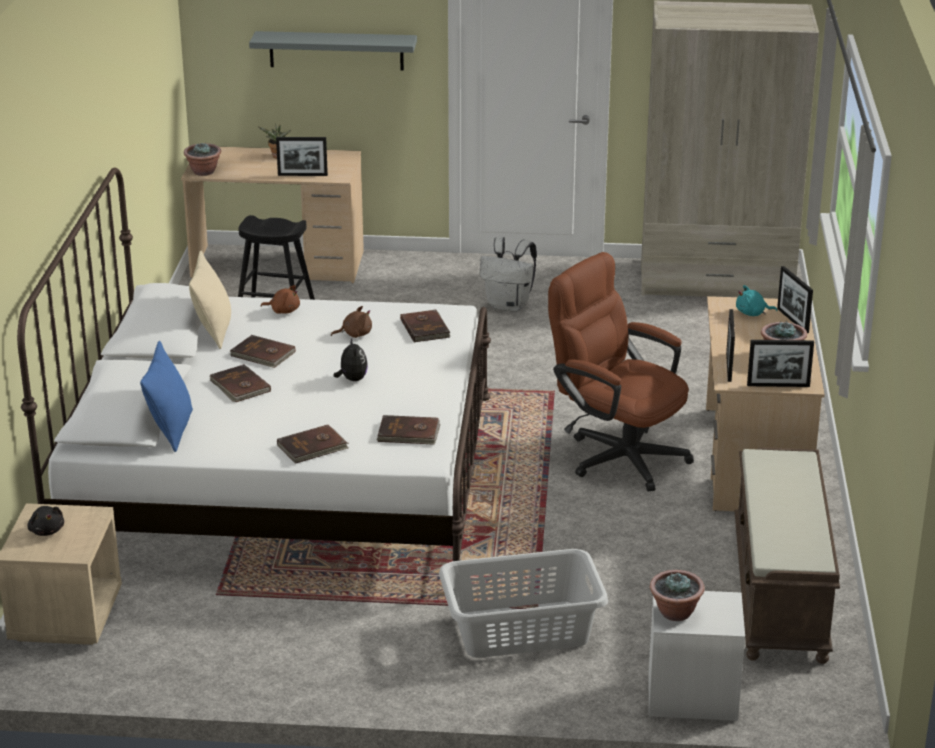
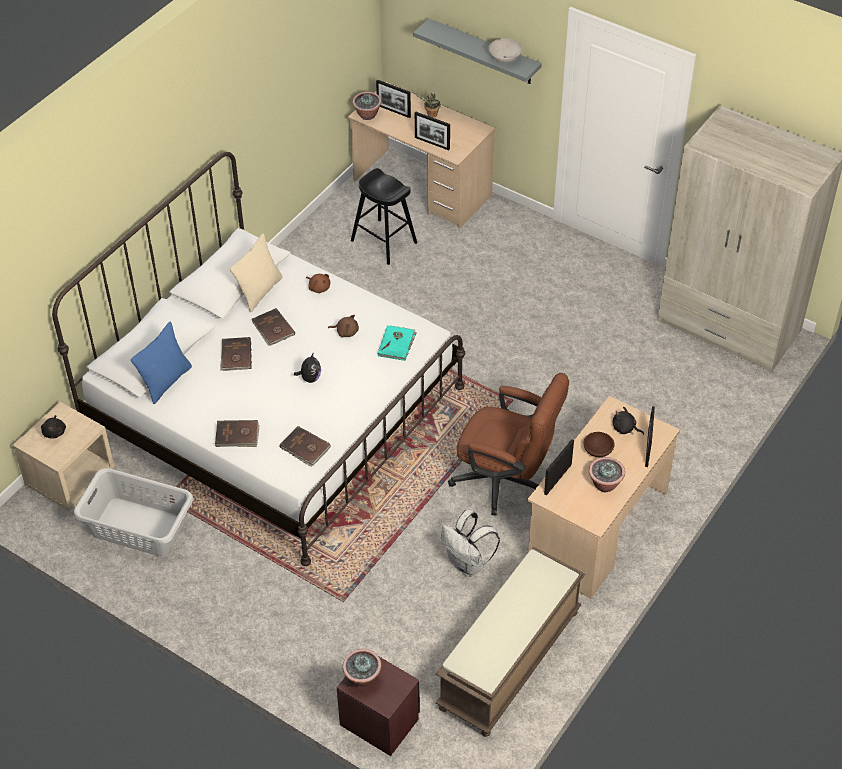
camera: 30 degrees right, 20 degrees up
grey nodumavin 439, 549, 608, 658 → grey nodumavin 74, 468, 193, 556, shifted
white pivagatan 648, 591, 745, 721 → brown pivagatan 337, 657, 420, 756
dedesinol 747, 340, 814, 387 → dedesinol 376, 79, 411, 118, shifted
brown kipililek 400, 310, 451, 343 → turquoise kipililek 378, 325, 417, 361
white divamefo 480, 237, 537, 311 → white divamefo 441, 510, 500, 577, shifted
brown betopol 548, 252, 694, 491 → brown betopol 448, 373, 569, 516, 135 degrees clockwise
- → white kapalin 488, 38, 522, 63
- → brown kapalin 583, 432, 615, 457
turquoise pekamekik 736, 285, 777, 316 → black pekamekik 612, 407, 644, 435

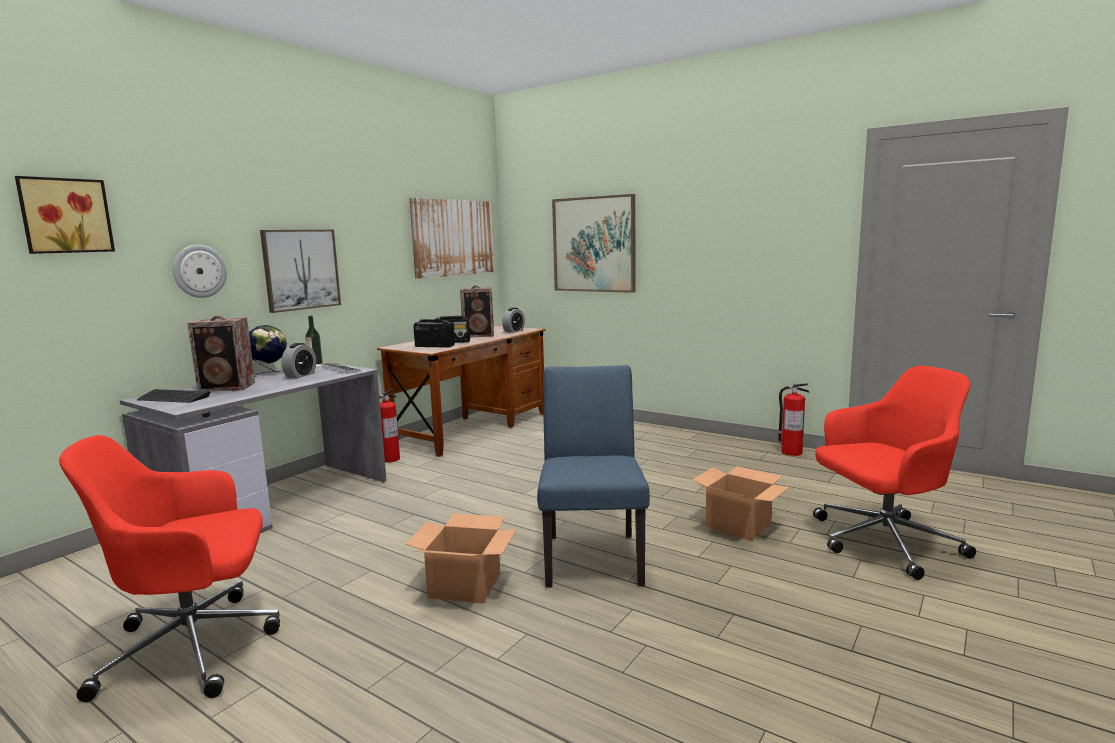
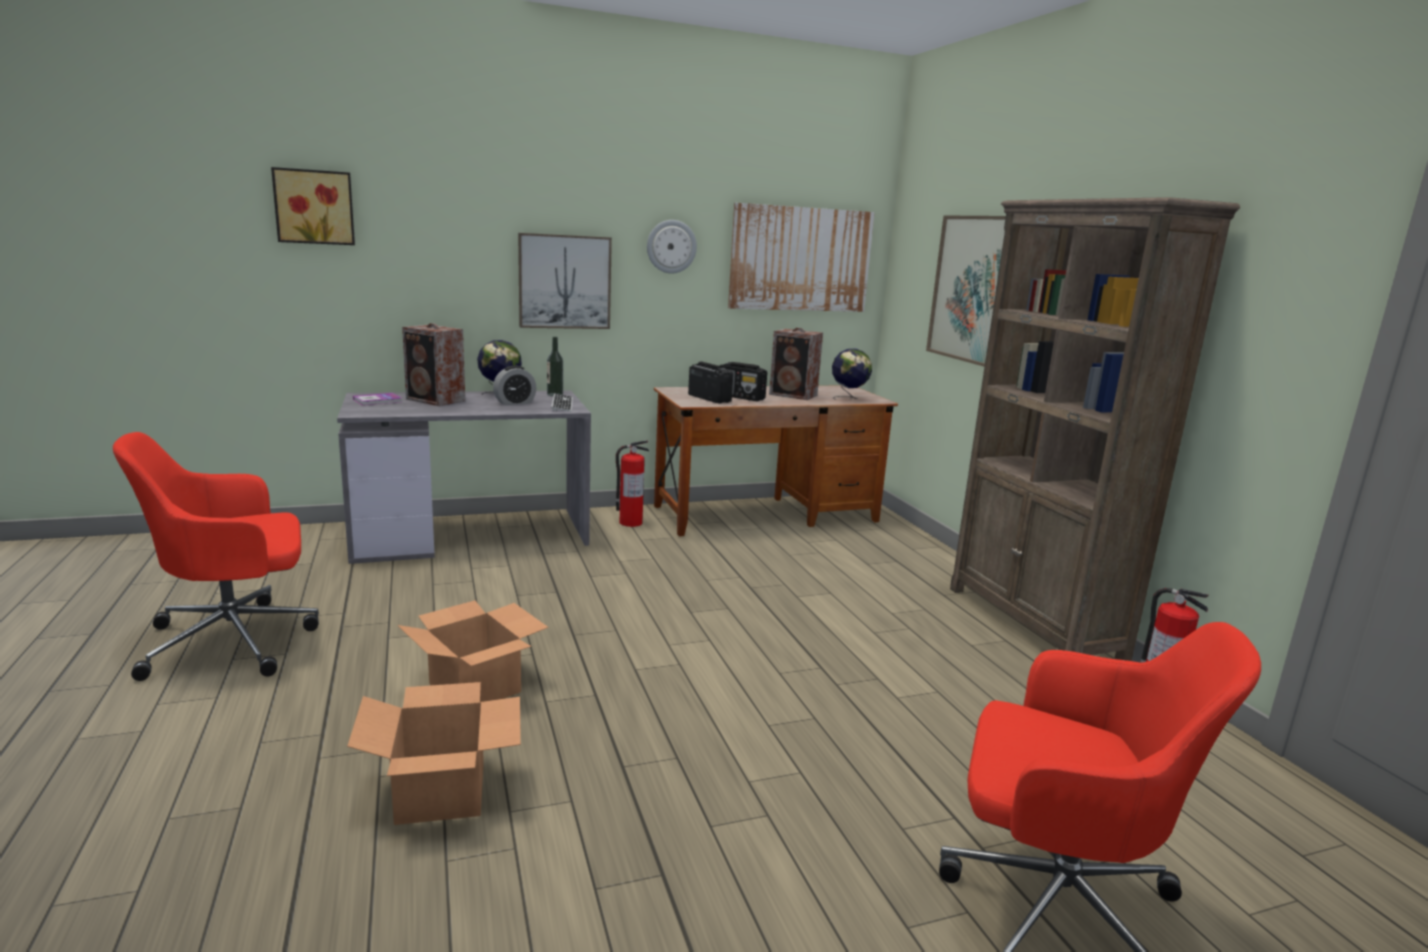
camera: 35 degrees right, 5 degrees up
red betopol 59, 435, 280, 702 → red betopol 113, 432, 319, 681, 45 degrees counterclockwise
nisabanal 693, 466, 789, 541 → nisabanal 347, 682, 521, 825, shifted
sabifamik 137, 389, 210, 403 → kipililek 353, 393, 402, 405
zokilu 173, 245, 227, 298 → zokilu 647, 220, 697, 273, shifted
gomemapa 502, 308, 525, 333 → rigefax 832, 348, 872, 400
- → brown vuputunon 950, 197, 1240, 661
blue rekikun 537, 365, 650, 588 → -

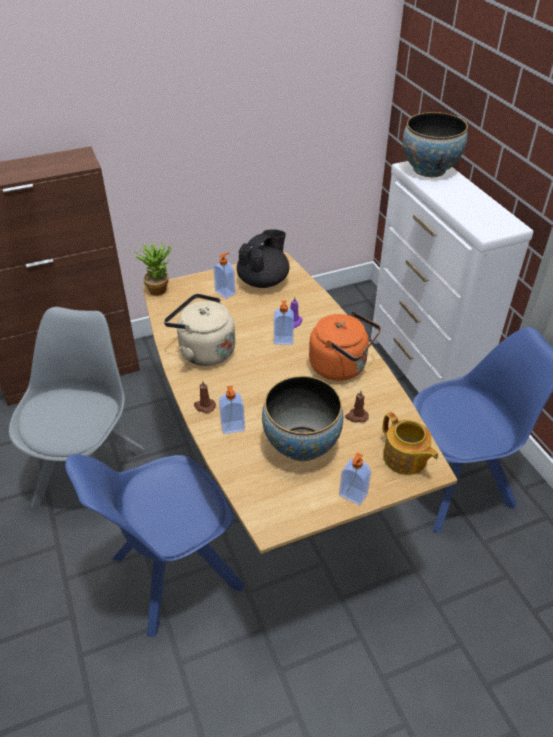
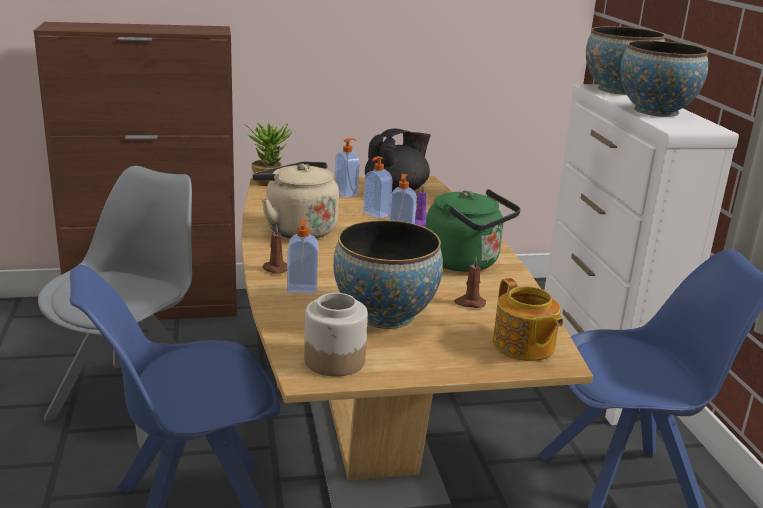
camera: 10 degrees right, 20 degrees down
- → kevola 304, 293, 368, 377
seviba 339, 453, 371, 505 → seviba 363, 156, 393, 219, shifted
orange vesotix 309, 312, 381, 381 → green vesotix 426, 189, 521, 272
- → kapalin 620, 41, 709, 117

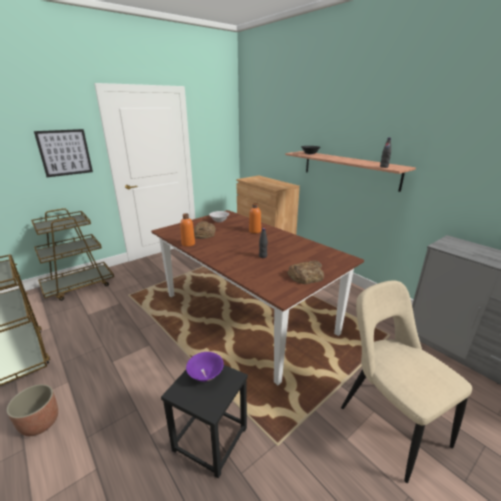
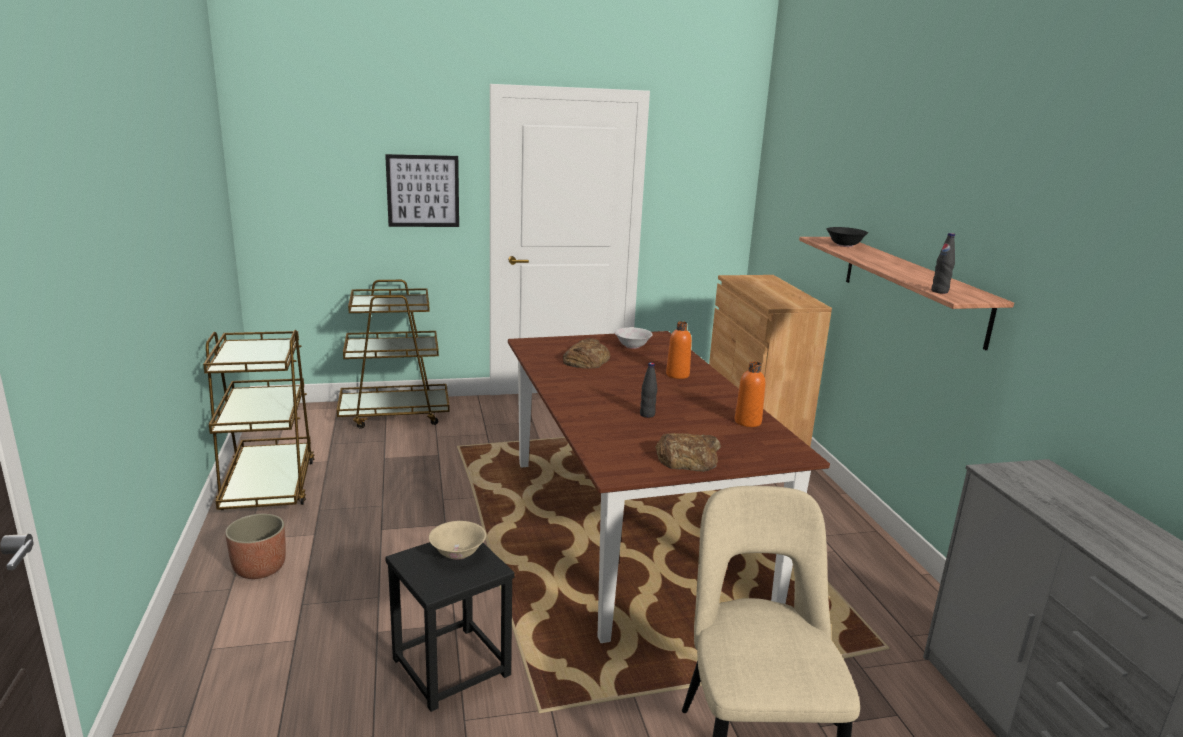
camera: 25 degrees right, 5 degrees down
purple kapalin 186, 352, 224, 382 → beige kapalin 429, 521, 486, 560
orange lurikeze 180, 213, 195, 247 → orange lurikeze 735, 361, 765, 427, shifted

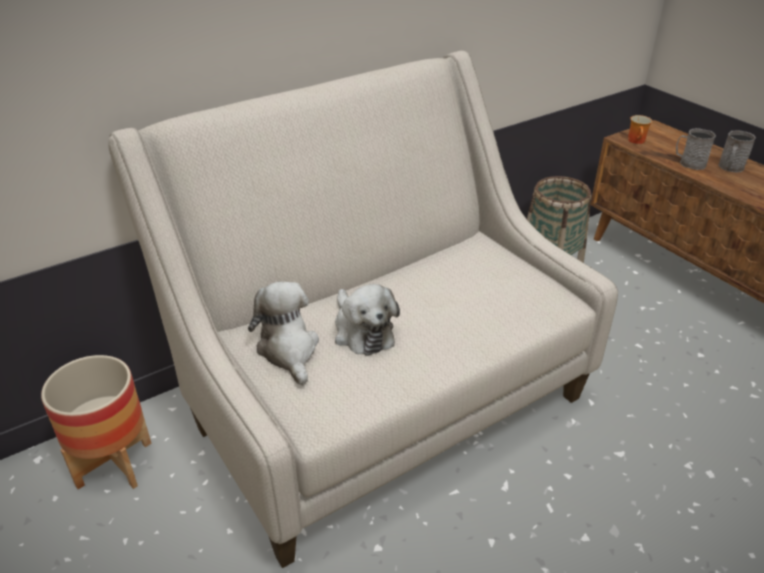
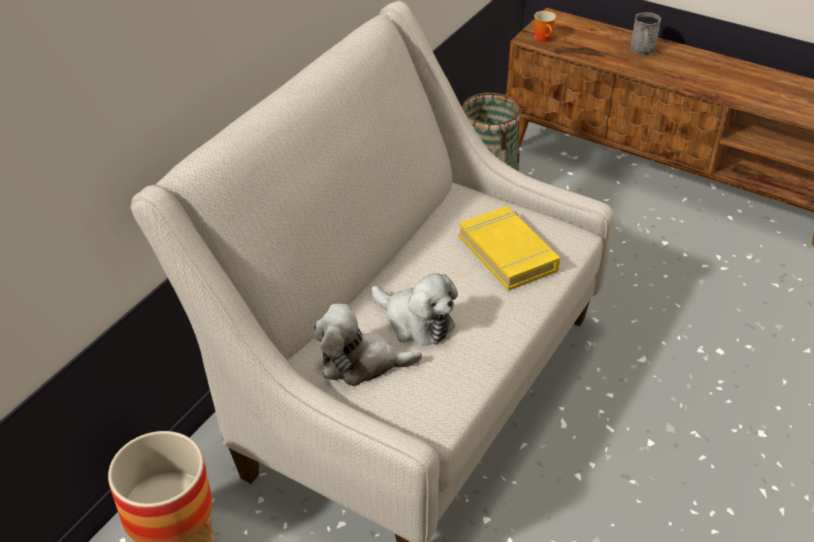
camera: 25 degrees left, 5 degrees up
pekamekik 248, 282, 319, 385 → pekamekik 313, 304, 422, 386, 45 degrees counterclockwise
- → yellow kipililek 458, 206, 560, 291
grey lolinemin 676, 128, 716, 170 → -

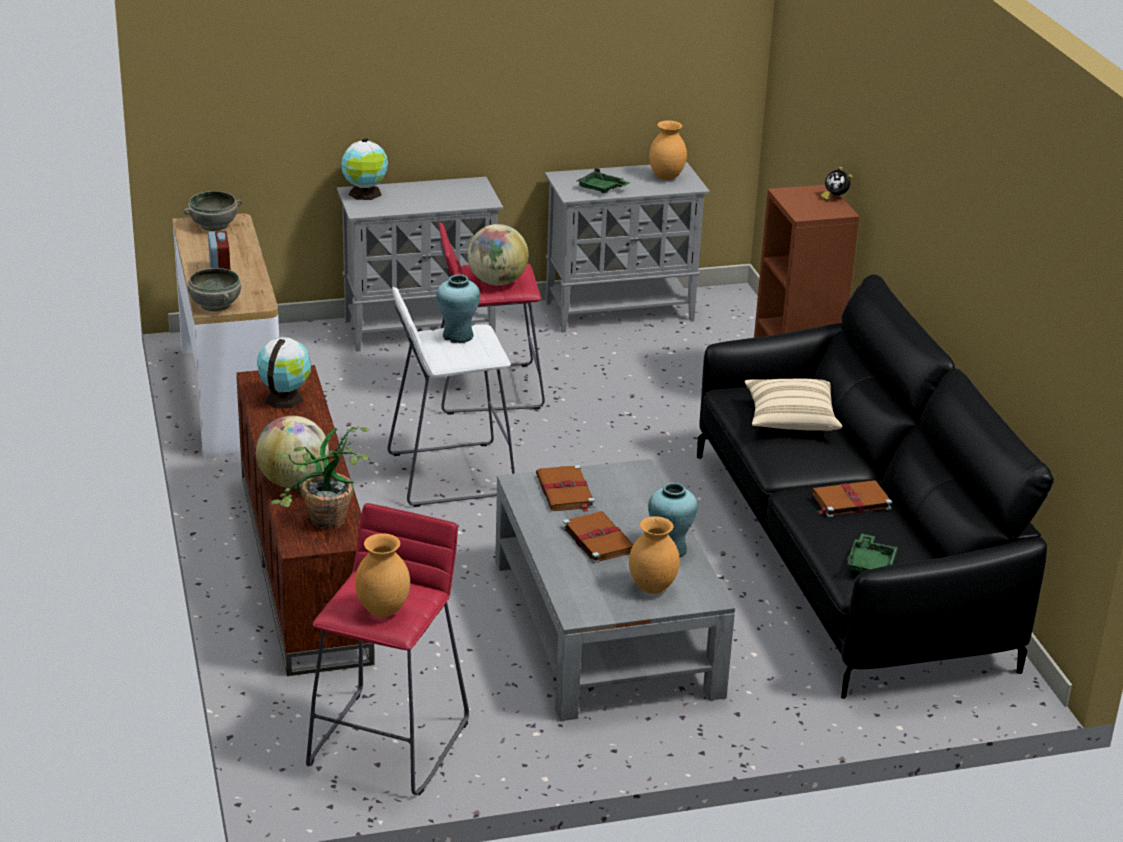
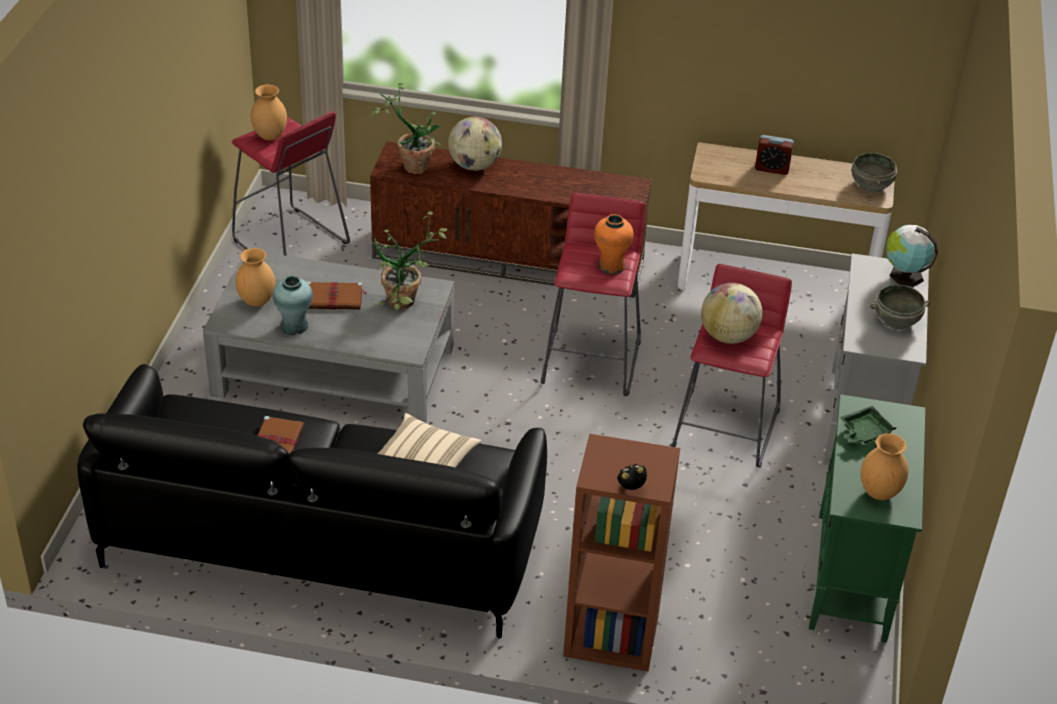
camera: 115 degrees right, 10 degrees up
brown kipililek 536, 465, 595, 512 → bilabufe 374, 212, 447, 310
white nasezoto 387, 287, 515, 507 → red nasezoto 541, 192, 645, 396
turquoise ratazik 436, 274, 480, 343 → orange ratazik 594, 214, 634, 275
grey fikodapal 545, 162, 710, 333 → green fikodapal 809, 394, 926, 643
grey kapalin 188, 268, 241, 312 → grey kapalin 870, 285, 930, 329, shifted
rigefax 257, 337, 311, 408 → -
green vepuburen 847, 533, 898, 572 → -

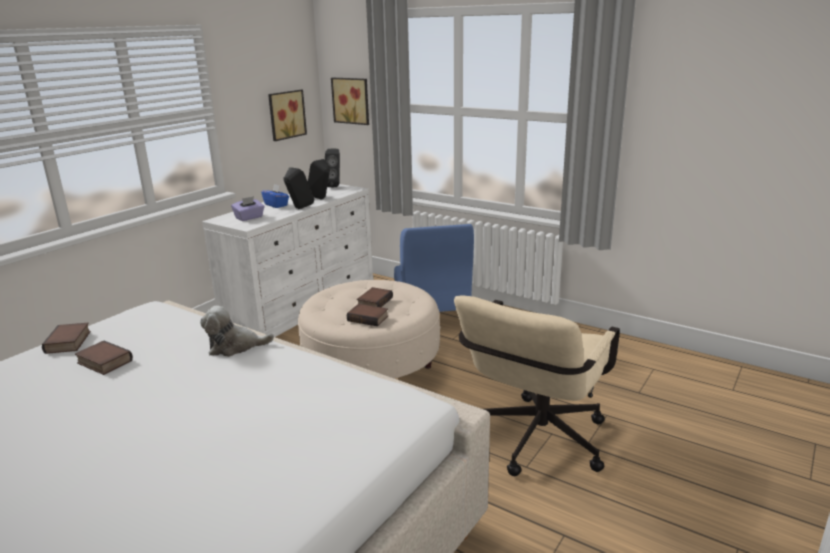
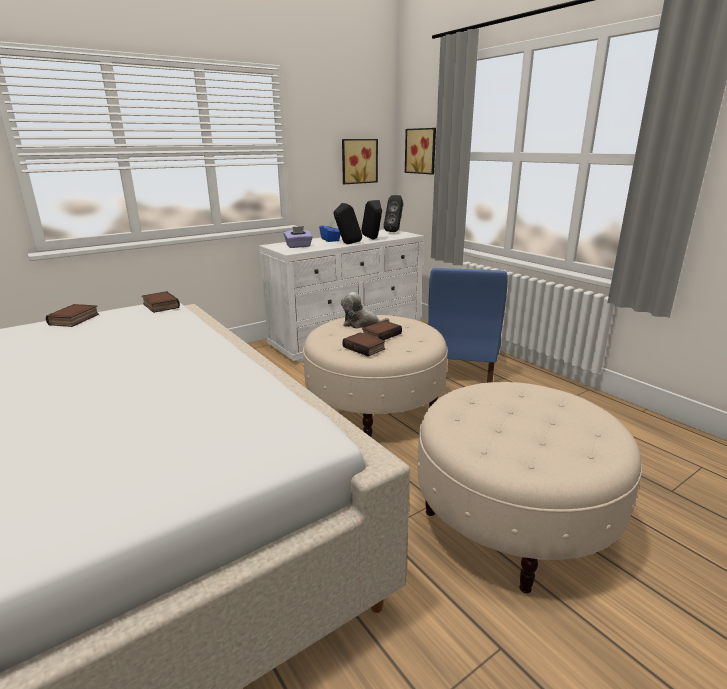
camera: 20 degrees right, 0 degrees up
kipililek 75, 341, 133, 375 → kipililek 142, 291, 180, 313, shifted
pekamekik 200, 305, 274, 357 → pekamekik 341, 292, 390, 329, shifted
beige betopol 454, 295, 620, 476 → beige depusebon 417, 382, 642, 593

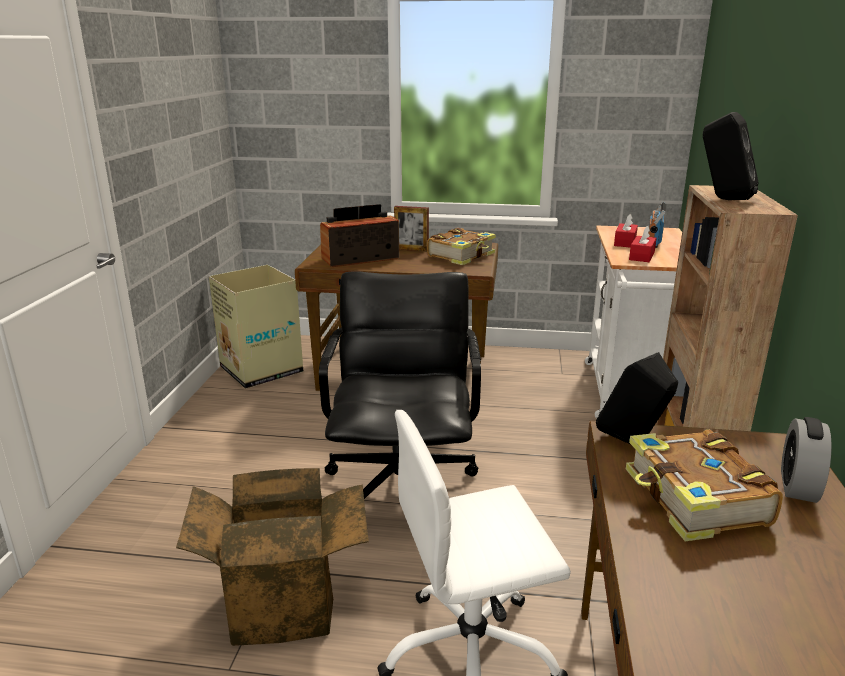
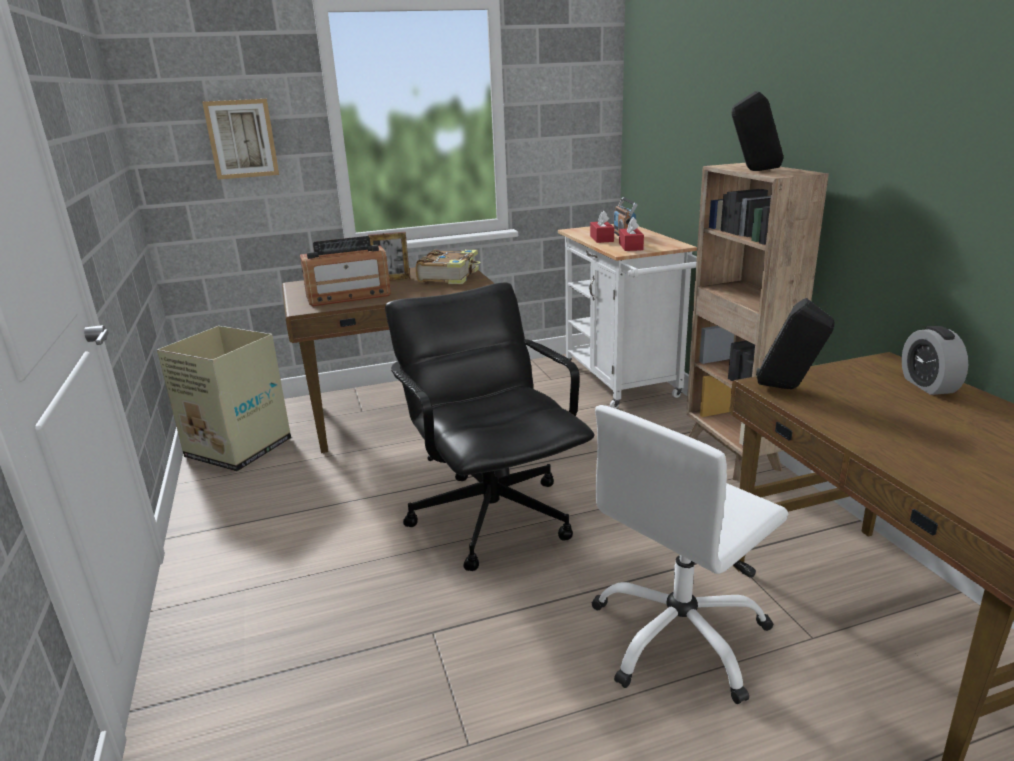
camera: 25 degrees left, 0 degrees up
- → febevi 202, 99, 279, 179
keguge 320, 204, 399, 267 → keguge 300, 236, 391, 307, 150 degrees counterclockwise
nisabanal 176, 468, 369, 646 → -
kipililek 626, 430, 783, 541 → -

